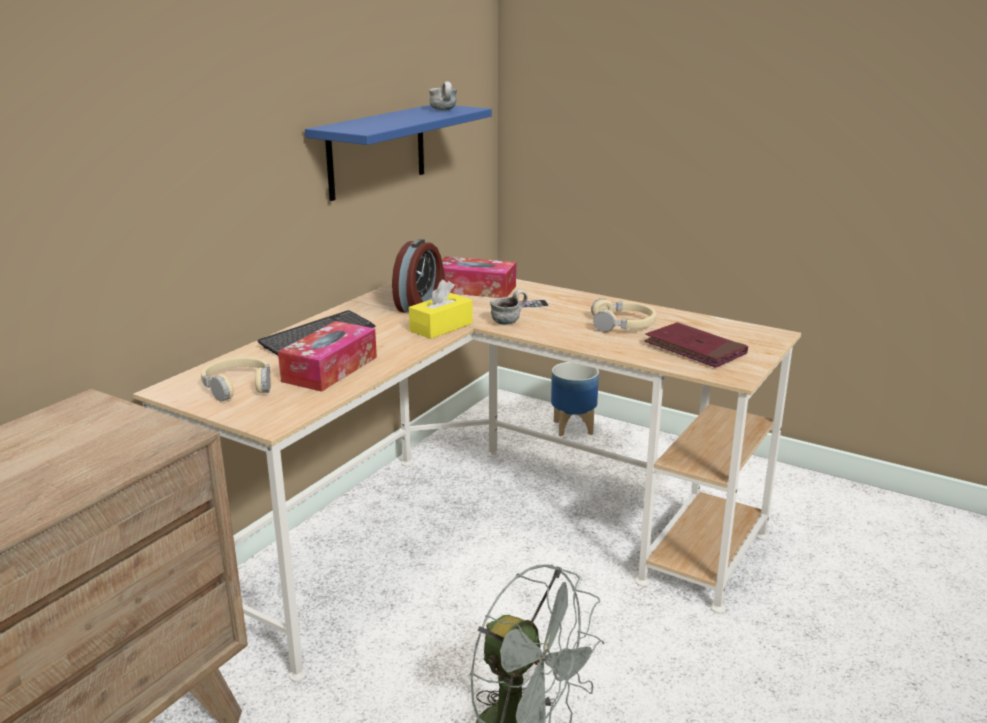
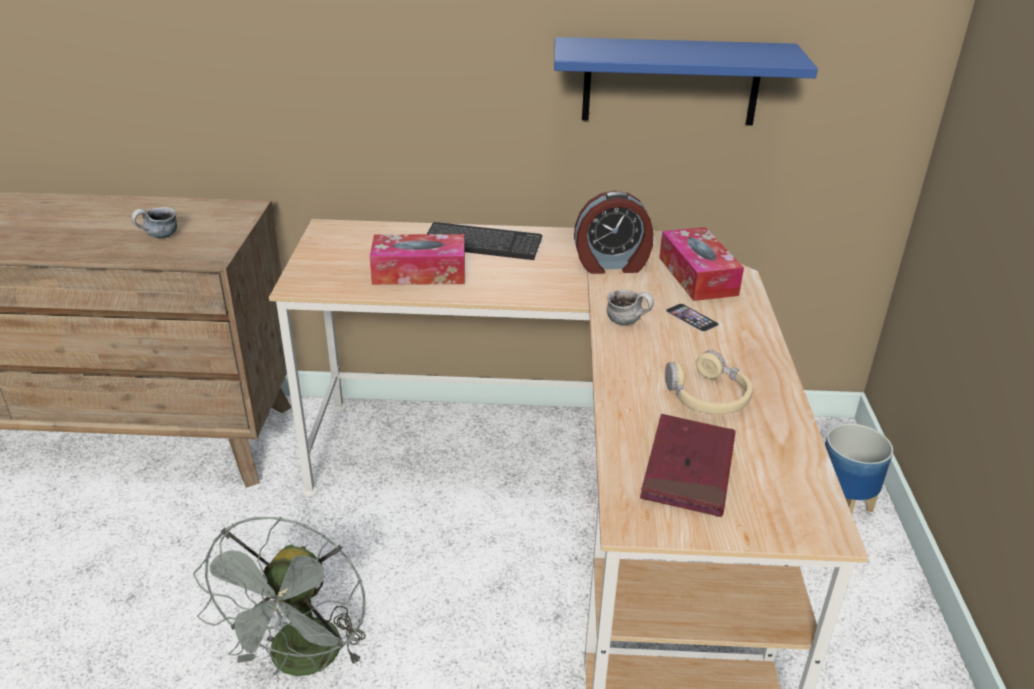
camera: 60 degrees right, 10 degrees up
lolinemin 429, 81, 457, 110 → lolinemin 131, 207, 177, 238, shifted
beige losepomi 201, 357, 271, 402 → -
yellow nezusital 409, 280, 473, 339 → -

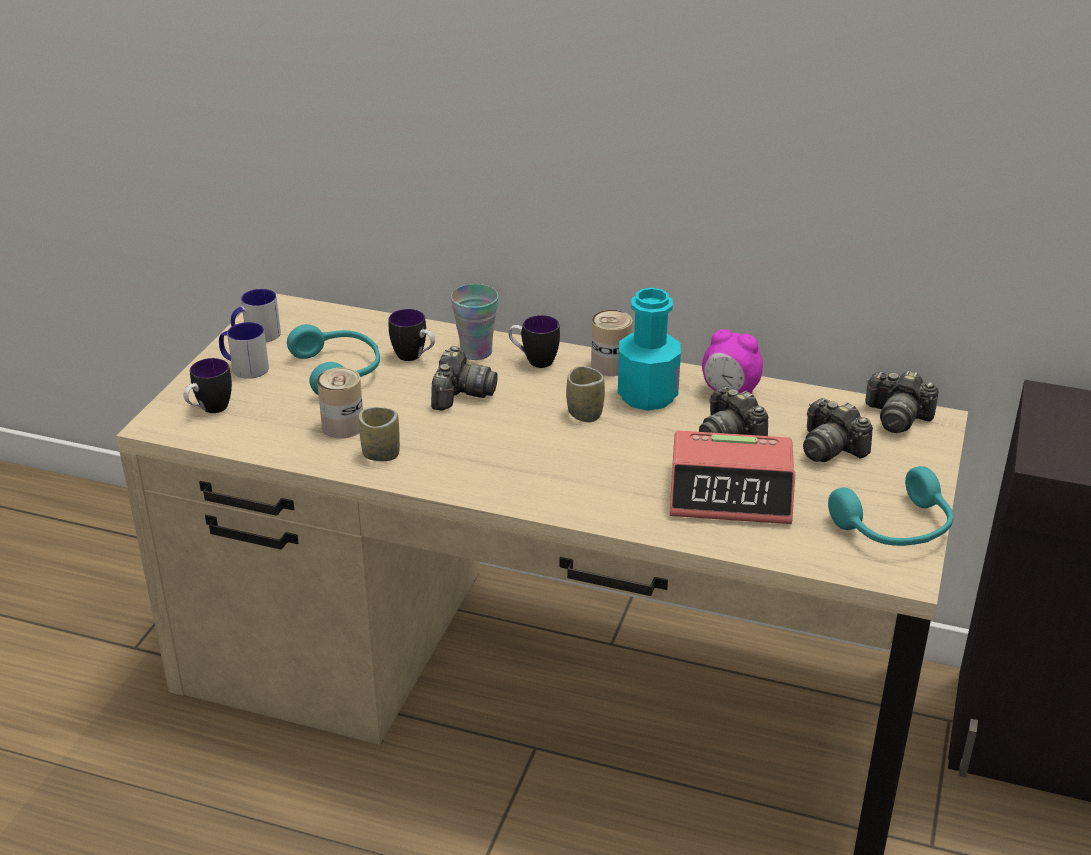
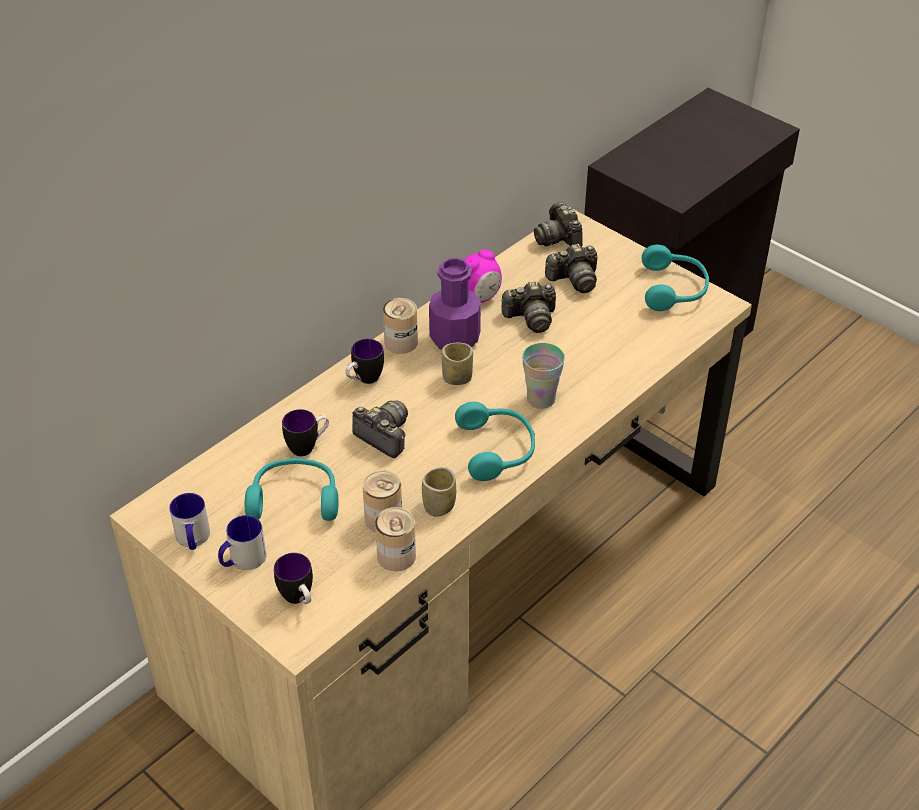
camera: 65 degrees left, 10 degrees up
- → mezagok 375, 507, 416, 571
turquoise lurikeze 618, 288, 681, 411 → purple lurikeze 429, 258, 481, 350
- → turquoise losepomi 455, 402, 535, 481
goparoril 451, 284, 498, 360 → goparoril 522, 343, 565, 409, shifted
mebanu 866, 371, 938, 433 → mebanu 534, 202, 583, 247, 105 degrees clockwise
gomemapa 669, 431, 795, 524 → -

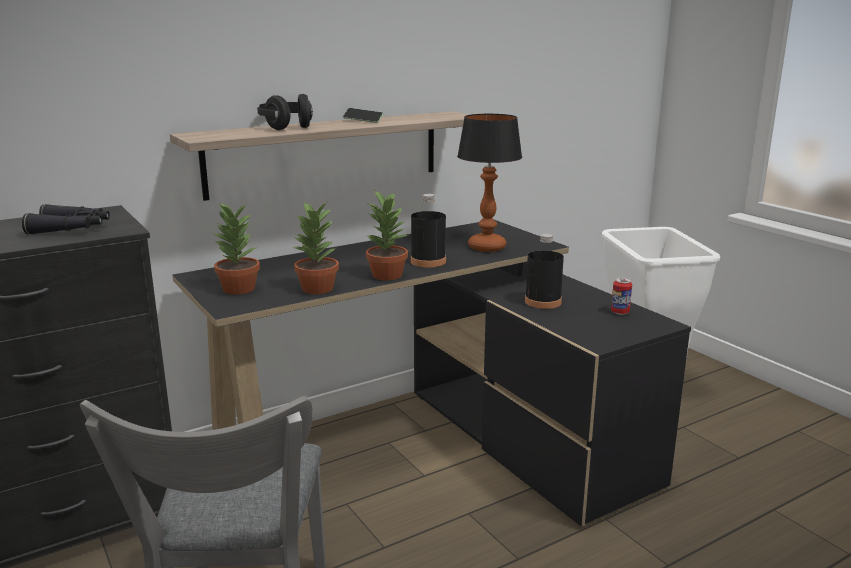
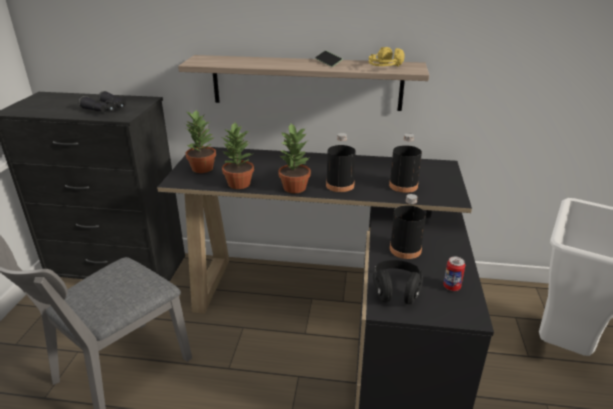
camera: 40 degrees right, 10 degrees up
- → yellow losepomi 369, 47, 405, 67
black losepomi 257, 94, 313, 130 → black losepomi 373, 260, 423, 305, shifted
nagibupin 457, 114, 522, 252 → black lurikeze 389, 133, 422, 193

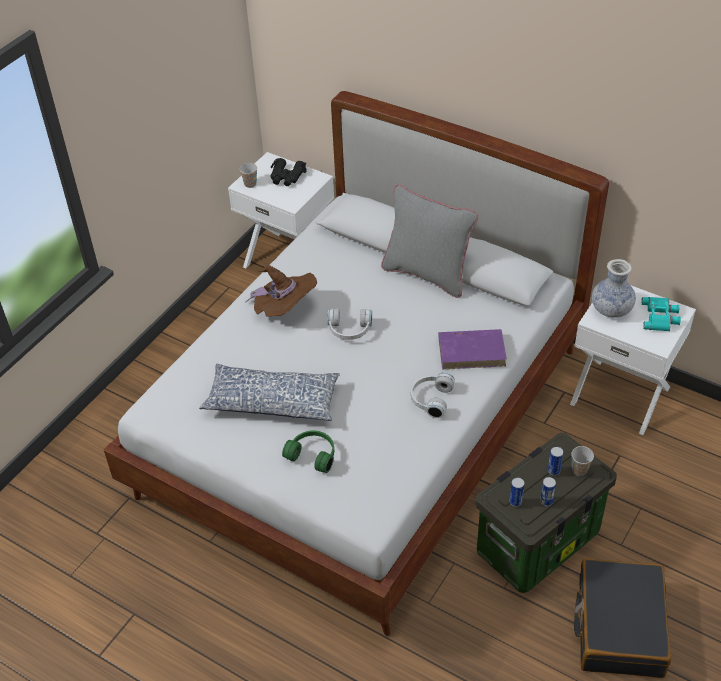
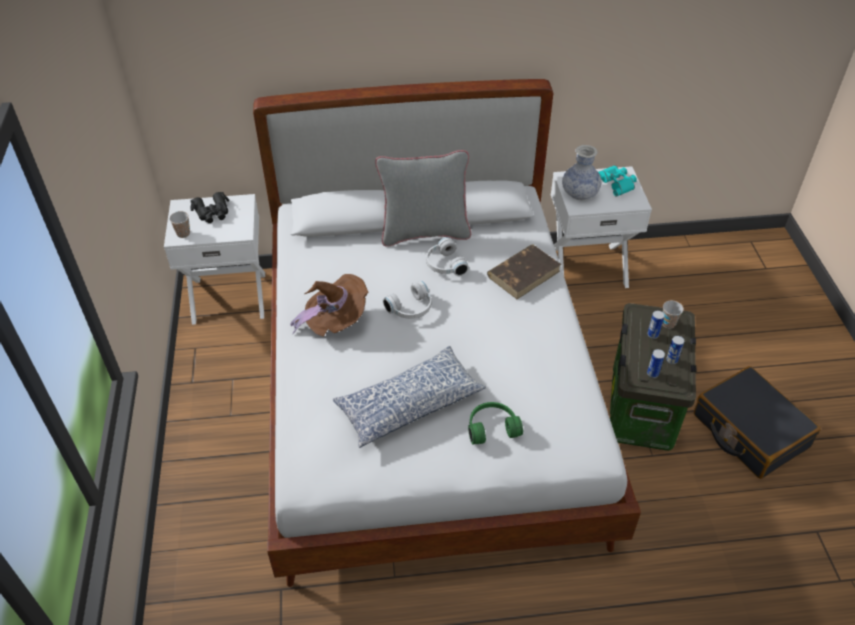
camera: 40 degrees left, 0 degrees up
white losepomi 411, 372, 455, 418 → white losepomi 426, 237, 469, 276, shifted
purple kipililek 438, 329, 507, 369 → brown kipililek 487, 244, 561, 299

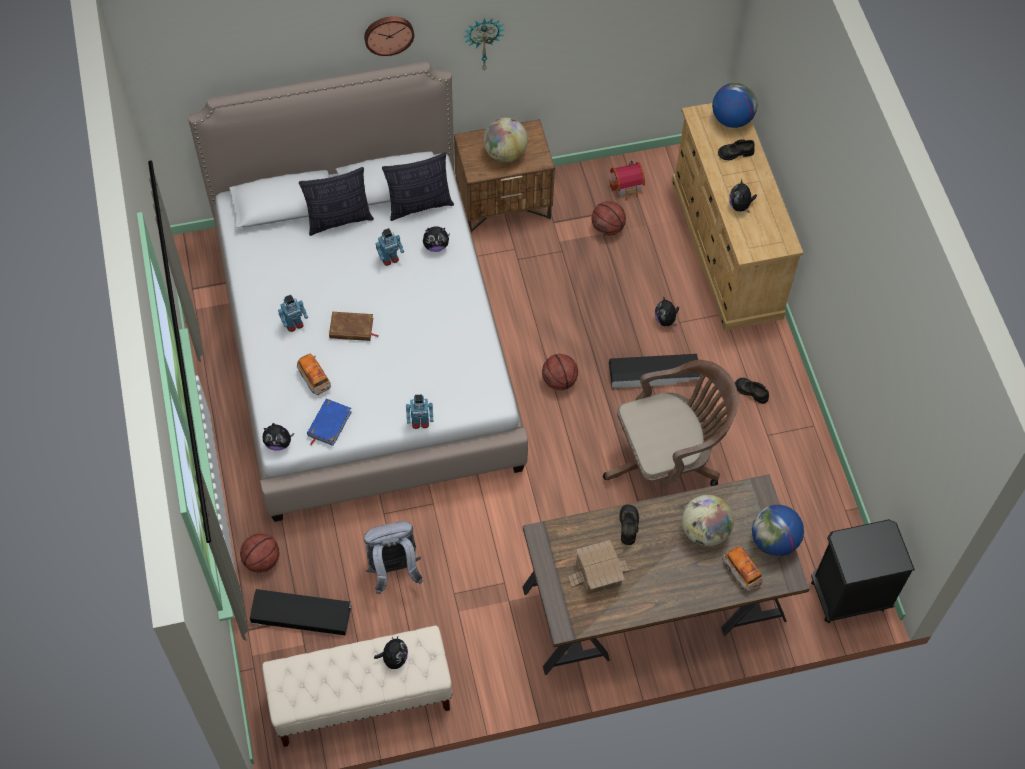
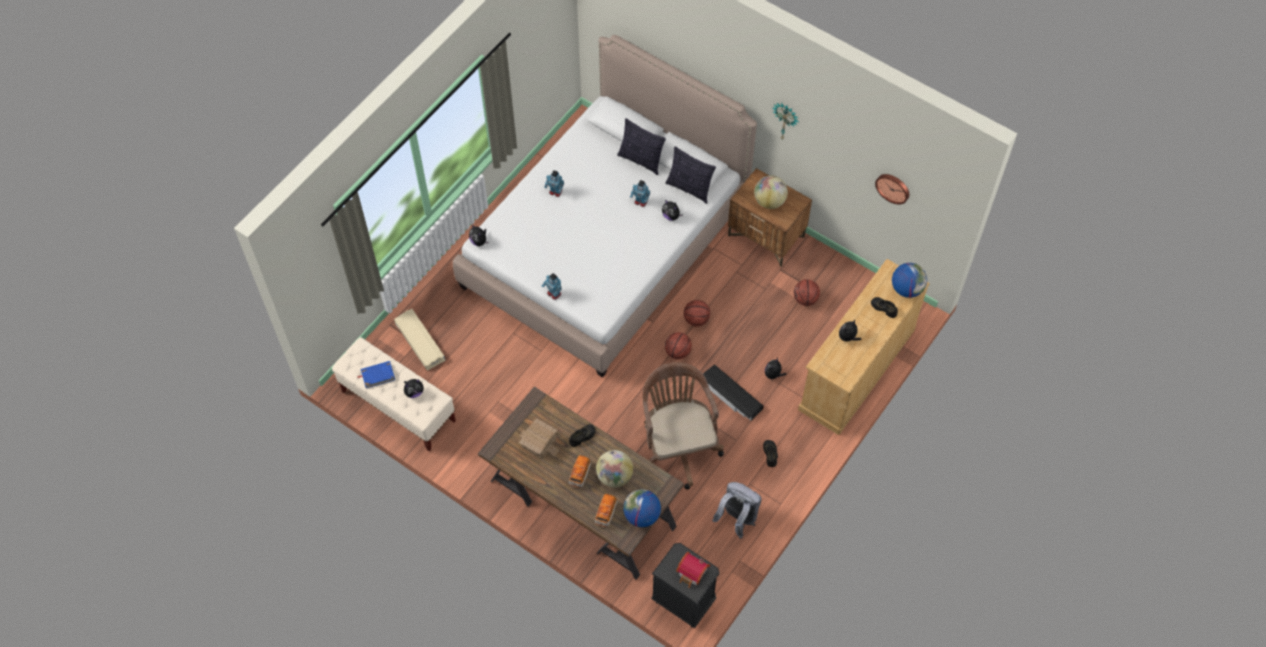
camera: 50 degrees right, 0 degrees up
blue kipililek 307, 399, 352, 446 → blue kipililek 357, 361, 395, 388, shifted
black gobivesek 250, 589, 352, 636 → beige gobivesek 394, 309, 446, 371
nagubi 297, 354, 331, 395 → nagubi 569, 455, 591, 488, shifted
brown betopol 603, 360, 738, 497 → brown betopol 643, 362, 724, 489, 135 degrees counterclockwise
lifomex 610, 160, 645, 200 → lifomex 676, 552, 710, 588, shifted
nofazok 240, 533, 279, 573 → nofazok 684, 300, 710, 326, shifted
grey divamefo 364, 521, 423, 594 → grey divamefo 712, 482, 761, 538, shifted
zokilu 364, 16, 414, 56 → zokilu 875, 174, 909, 205, shifted
brown kipililek 329, 312, 379, 341 → -

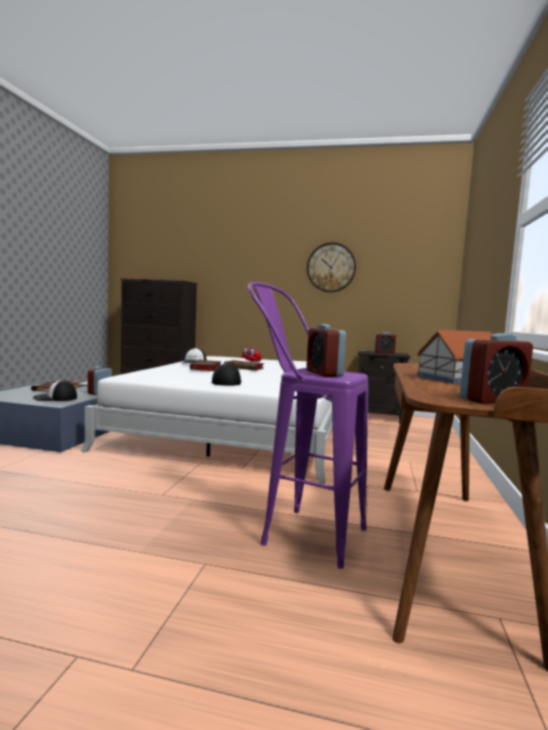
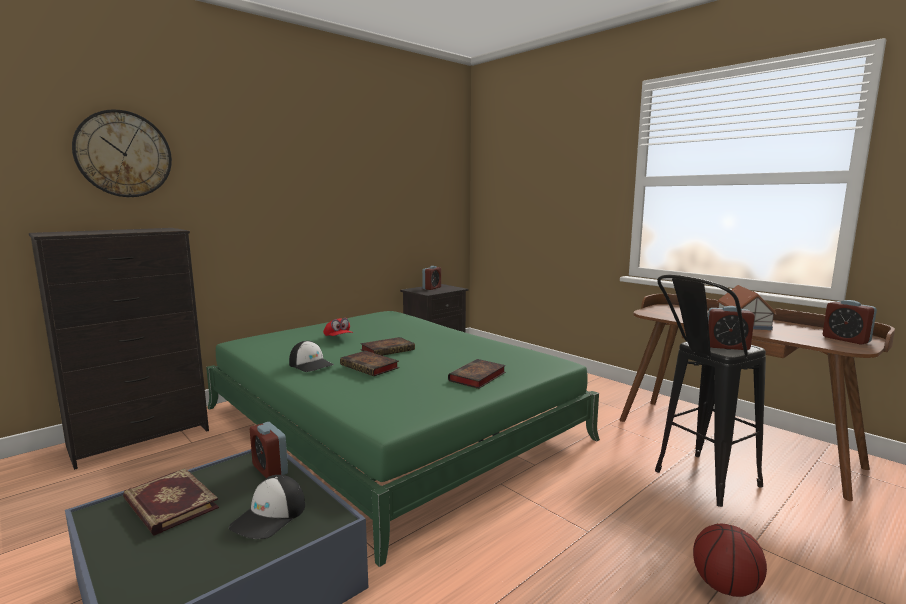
camera: 55 degrees left, 5 degrees up
zokilu 307, 242, 356, 292 → zokilu 72, 109, 172, 197, shifted
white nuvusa 81, 356, 333, 484 → green nuvusa 206, 311, 600, 567
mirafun 212, 363, 242, 386 → kipililek 448, 359, 506, 389
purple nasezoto 248, 282, 368, 569 → black nasezoto 655, 275, 766, 507
- → nofazok 693, 524, 767, 597
gomemapa 460, 333, 533, 404 → gomemapa 823, 300, 877, 345, 135 degrees clockwise

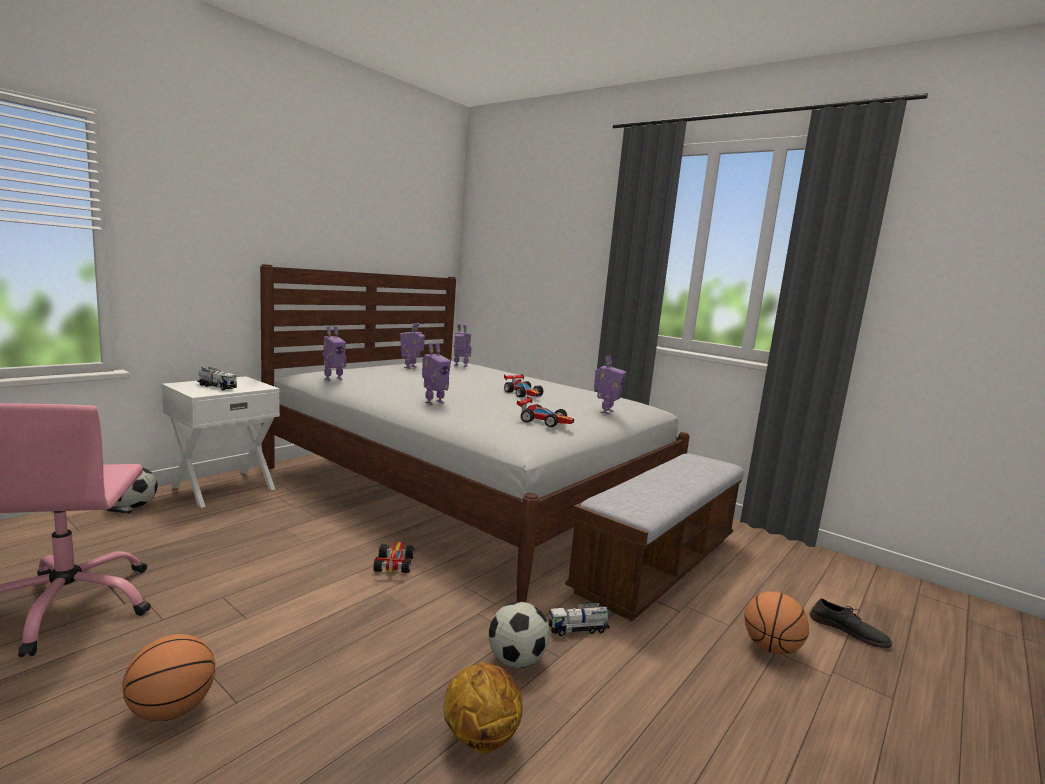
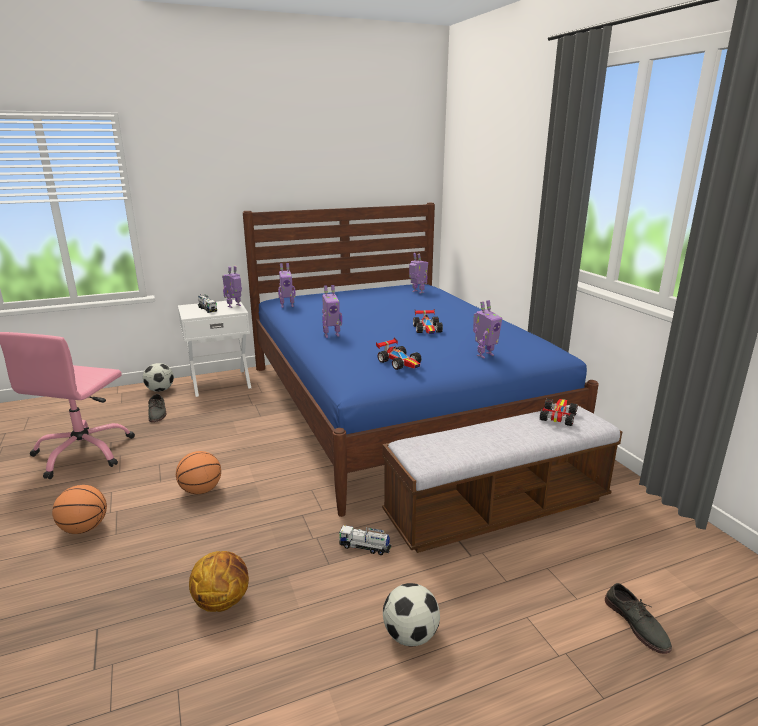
camera: 30 degrees right, 10 degrees up
- → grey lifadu 148, 394, 167, 422
nofazok 744, 591, 809, 655 → nofazok 176, 451, 221, 494, shifted
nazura 400, 323, 425, 369 → nazura 222, 266, 242, 308, shifted
white nuvusa 260, 264, 690, 602 → blue nuvusa 243, 203, 599, 517
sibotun 489, 602, 550, 668 → sibotun 383, 583, 440, 647, shifted
nagubi 373, 542, 414, 573 → nagubi 540, 399, 578, 426, shifted

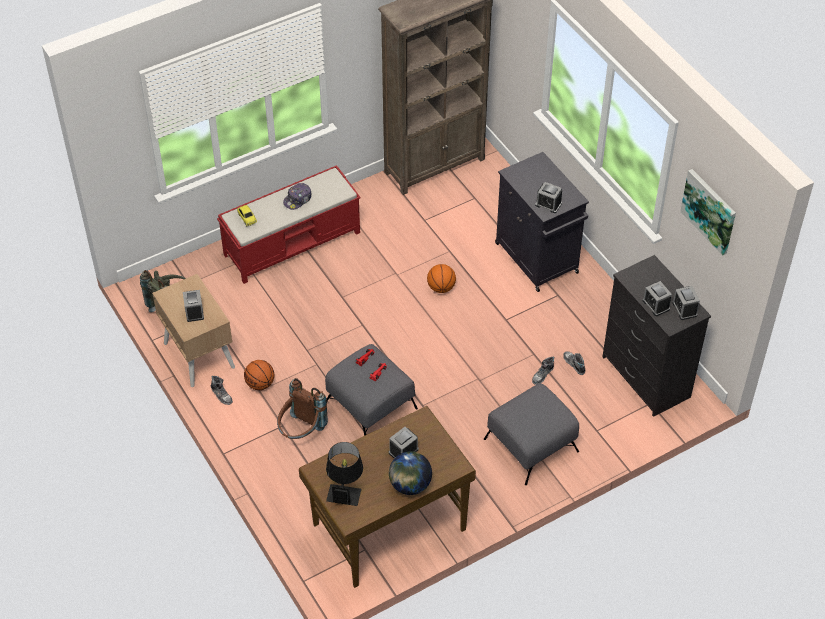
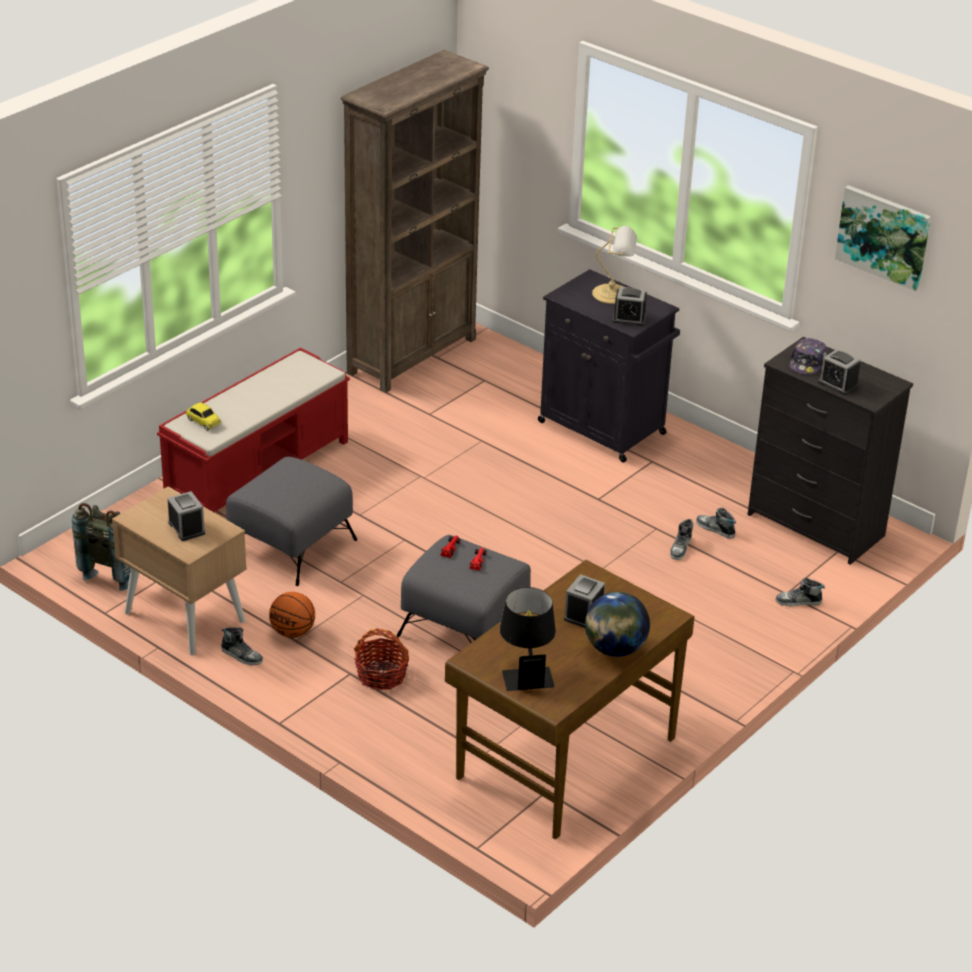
camera: 20 degrees left, 15 degrees down
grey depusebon 484, 383, 579, 485 → grey depusebon 226, 457, 357, 586, shifted
brown divamefo 277, 378, 328, 439 → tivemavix 354, 629, 409, 690
- → nagibupin 592, 226, 637, 304
- → lifadu 776, 578, 825, 606
mirafun 283, 183, 311, 210 → mirafun 790, 338, 828, 375, shifted
nofazok 427, 264, 456, 293 → -
gomemapa 672, 286, 700, 320 → -

